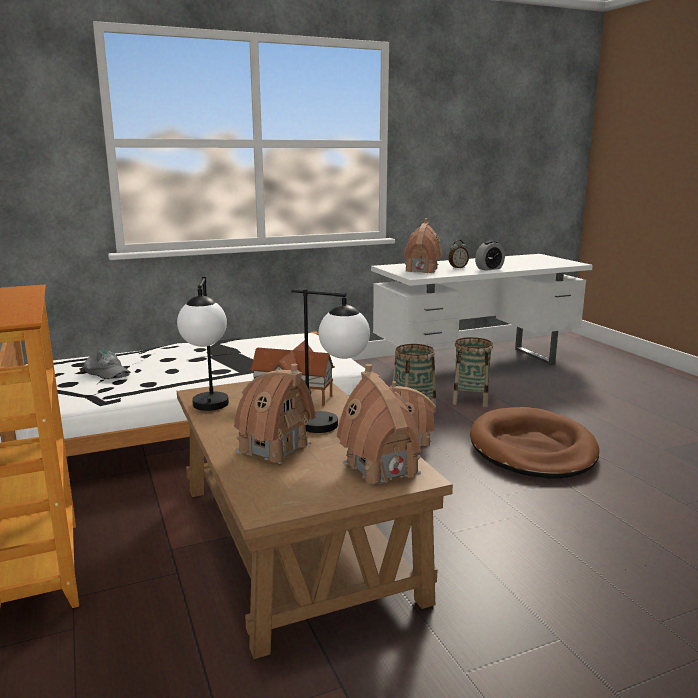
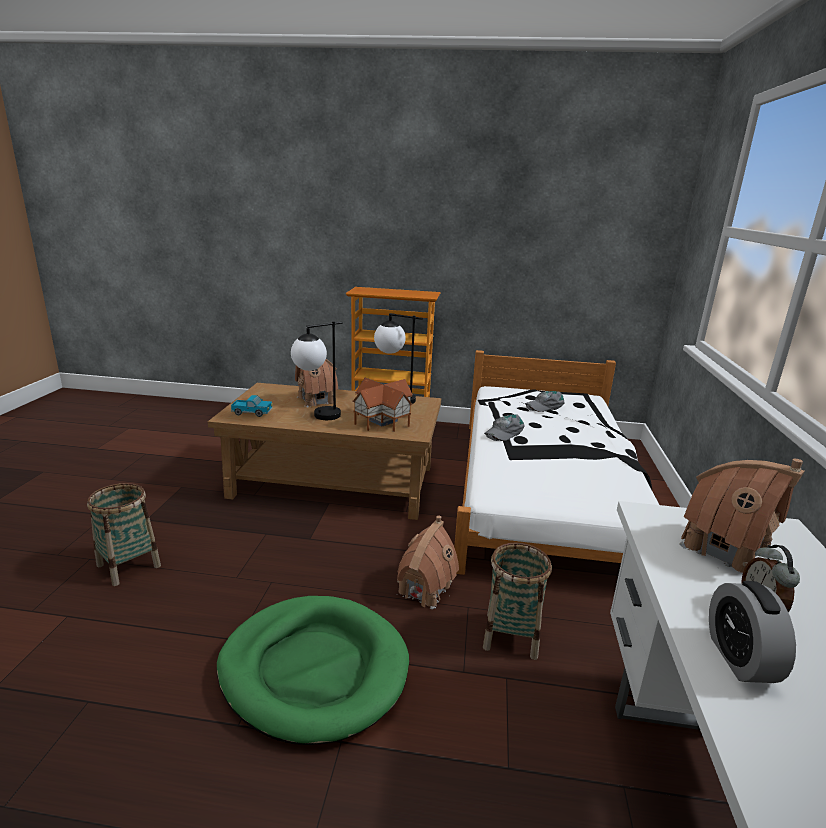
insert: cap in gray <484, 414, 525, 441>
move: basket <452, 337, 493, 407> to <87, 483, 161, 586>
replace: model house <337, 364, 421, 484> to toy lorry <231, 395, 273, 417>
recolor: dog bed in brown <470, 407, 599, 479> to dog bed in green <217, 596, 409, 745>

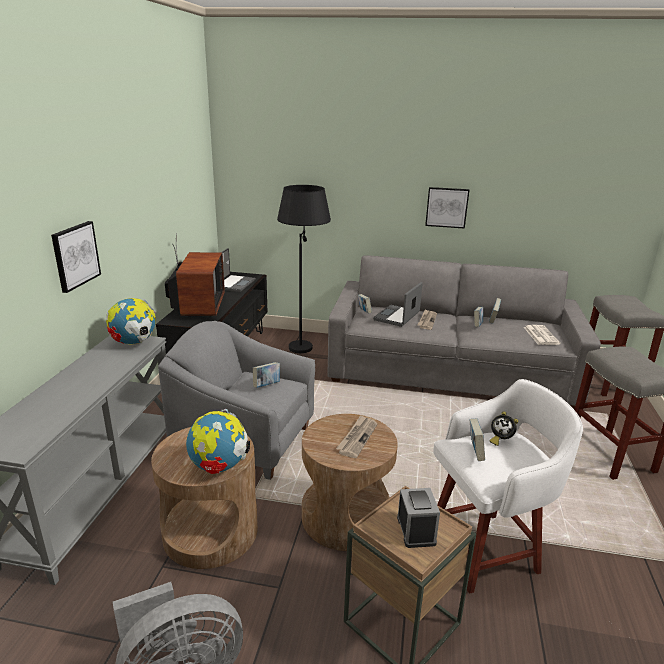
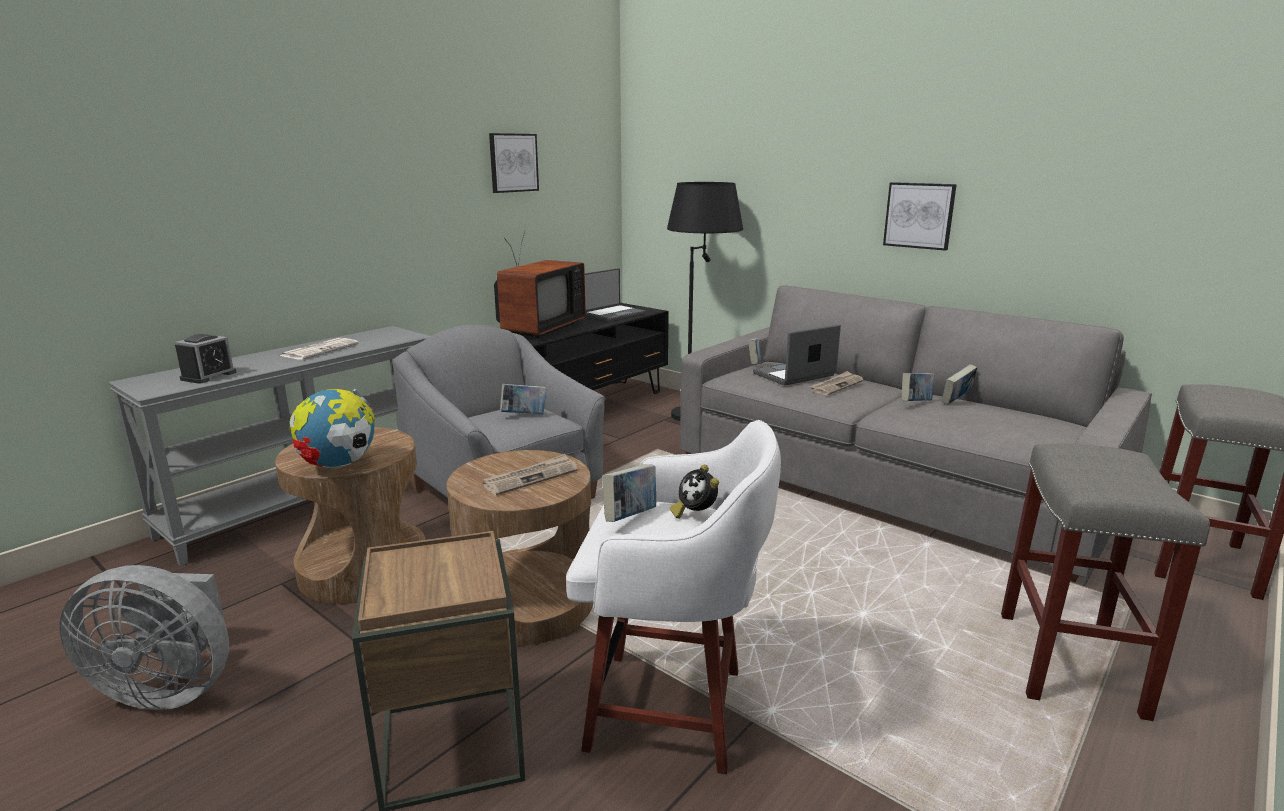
delete: desk globe <106, 298, 156, 345>
move: table clock <397, 488, 440, 548> to <175, 334, 237, 384>; daily paper <524, 325, 560, 345> to <280, 338, 359, 360>; wall picture <51, 221, 101, 293> to <489, 133, 539, 193>

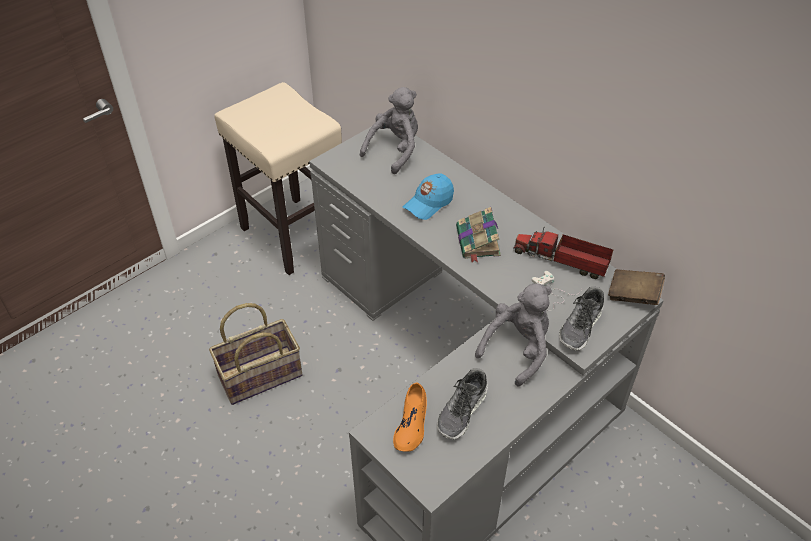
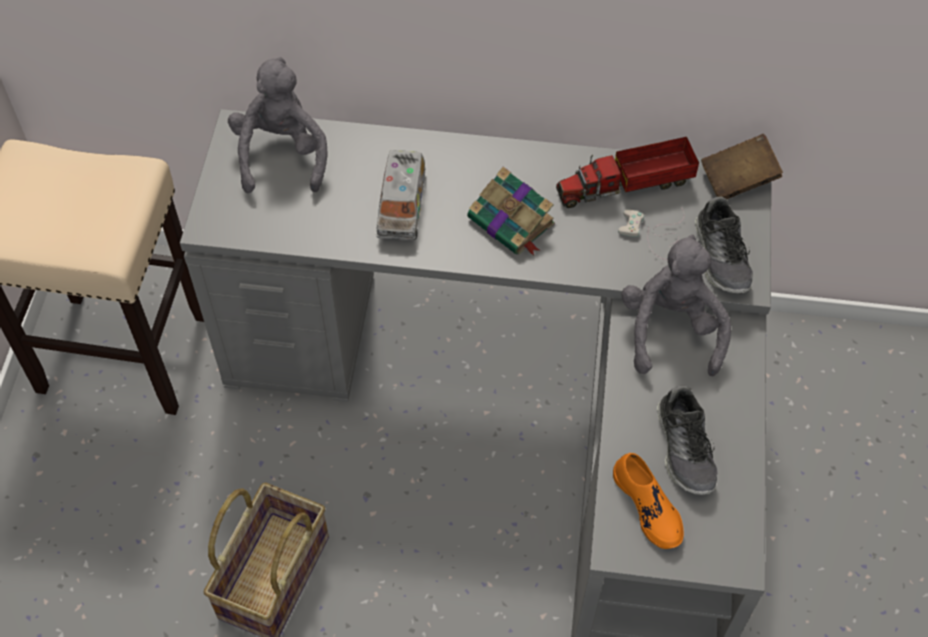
replace: cap in bluish <403, 173, 454, 220> to toy lorry <376, 150, 426, 240>

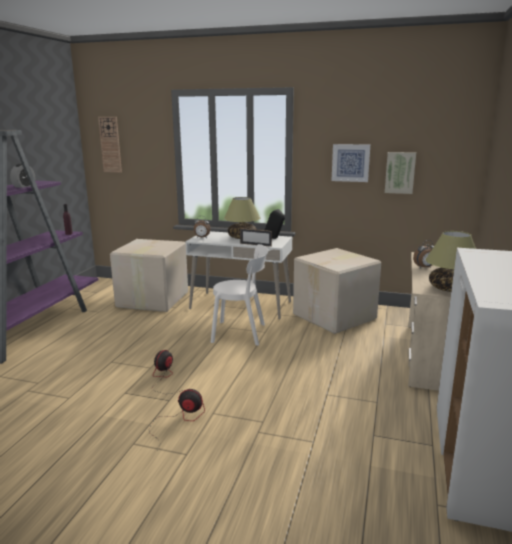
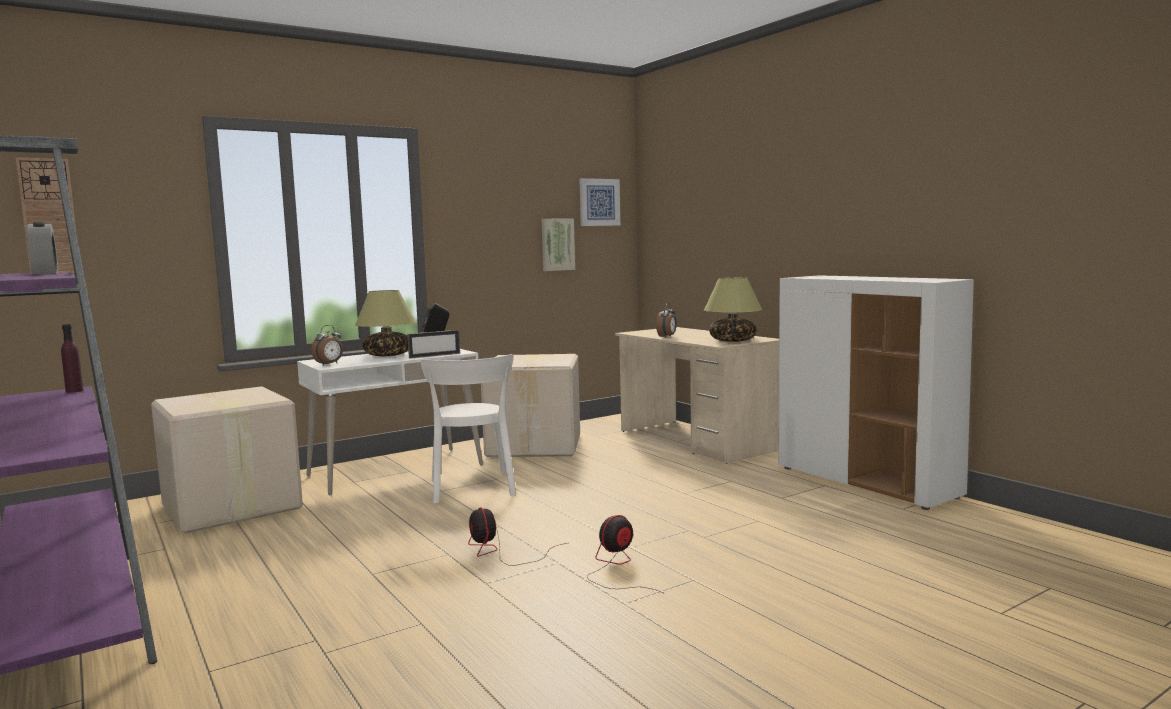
move: wall picture <332, 144, 370, 182> to <580, 178, 620, 226>
rotate: upright chair in whitish <211, 244, 268, 346> = <421, 354, 516, 503> 120 degrees clockwise

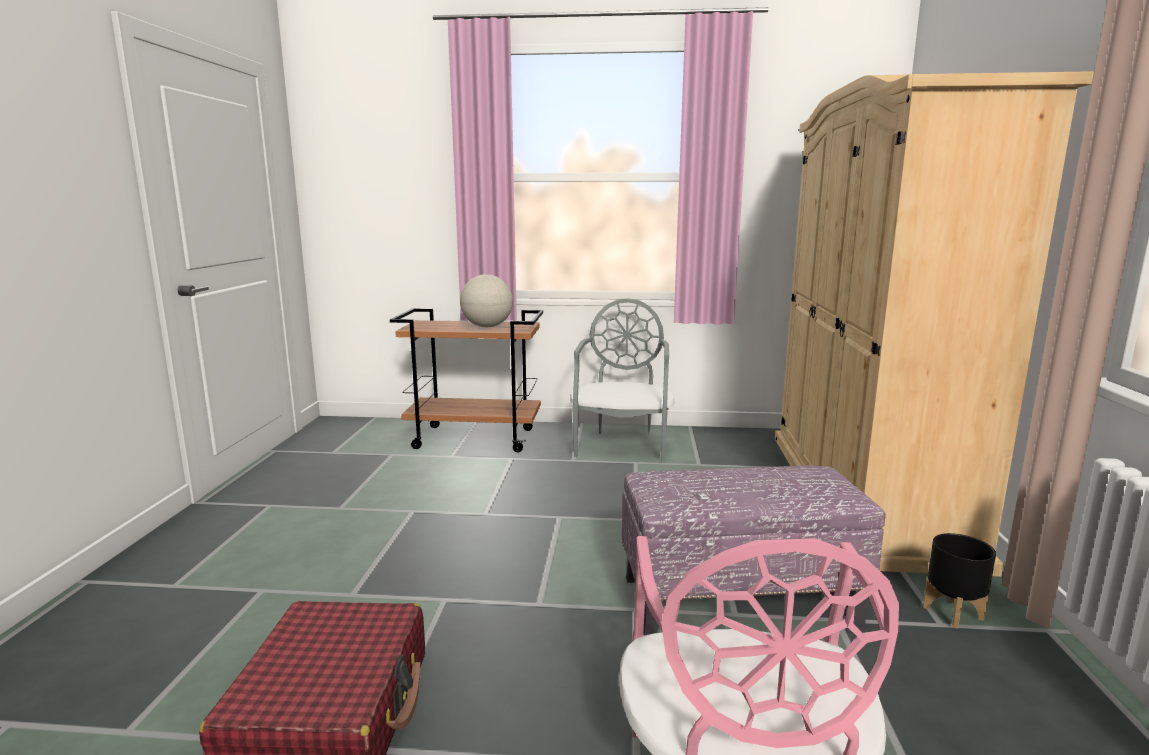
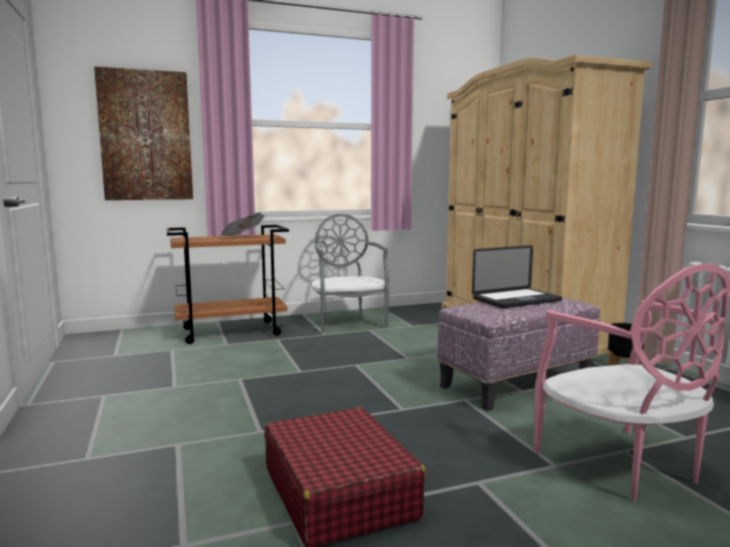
insert: wall picture <94, 66, 193, 200>; portable computer <472, 245, 562, 308>
replace: desk globe <460, 274, 513, 327> to daily paper <220, 213, 265, 236>

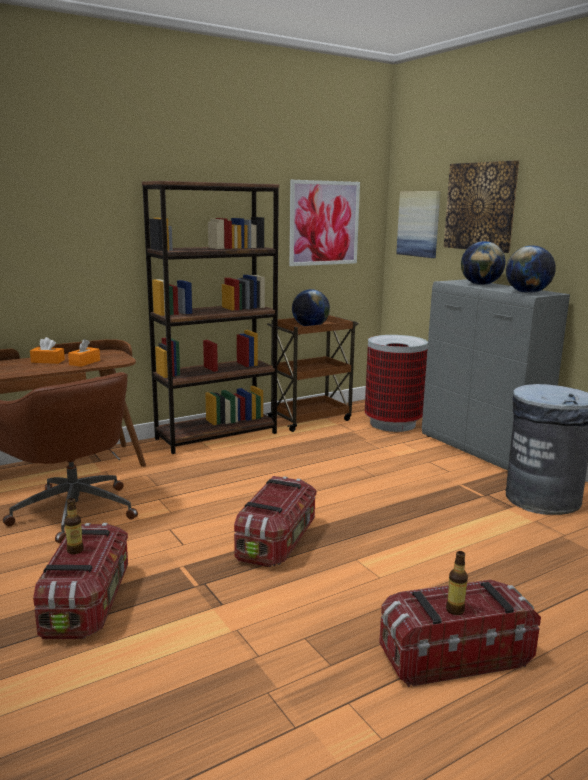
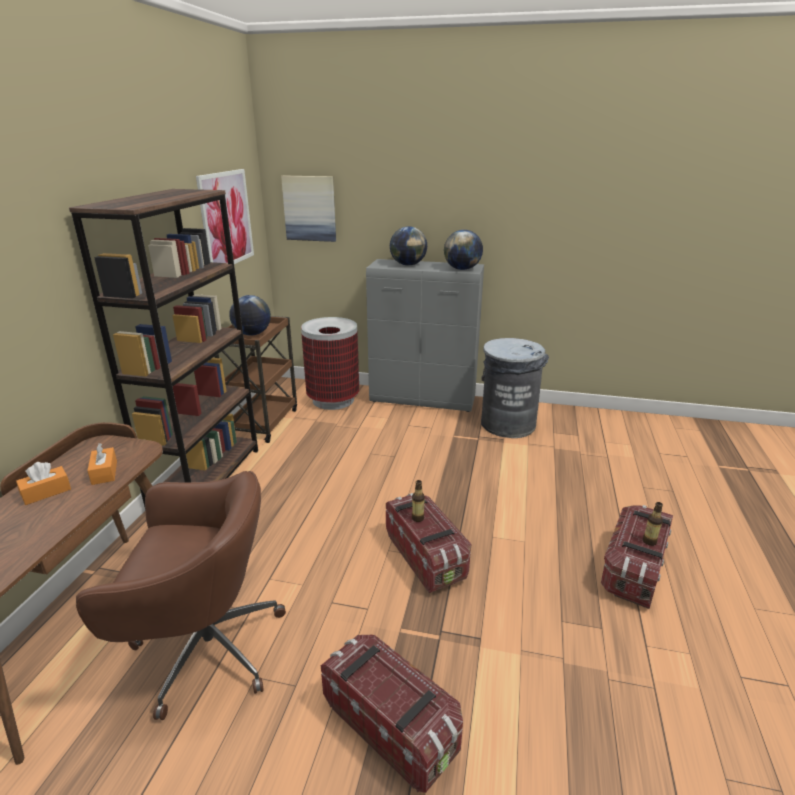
delete: wall picture <444, 160, 519, 253>
move: bottle <64, 498, 84, 554> to <412, 480, 425, 522>

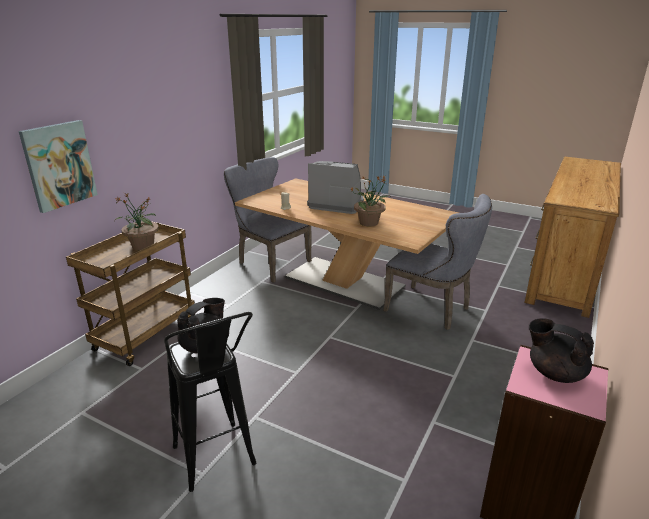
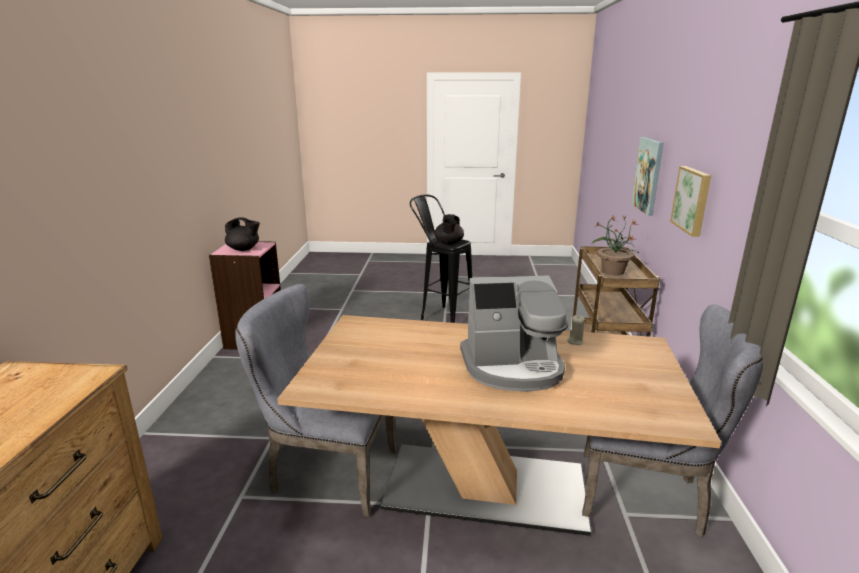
delete: houseplant <351, 176, 389, 226>
insert: wall picture <670, 166, 711, 237>

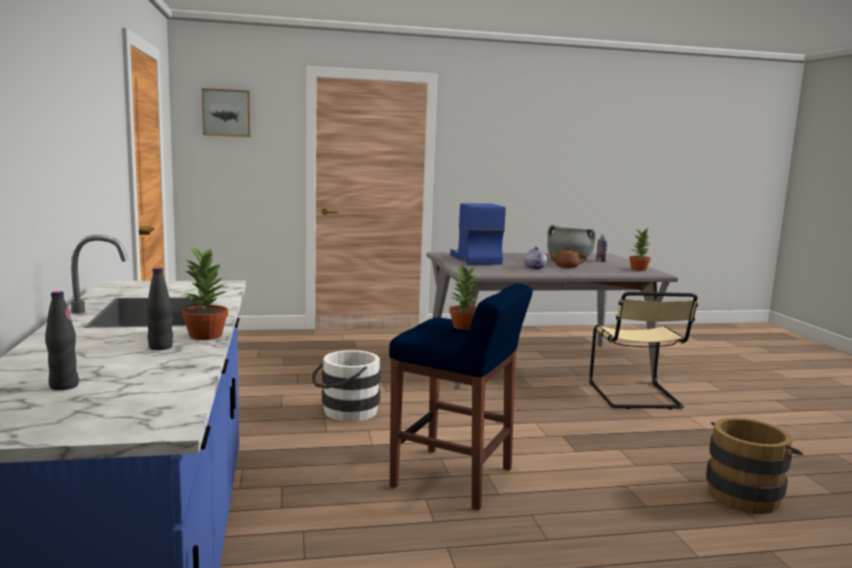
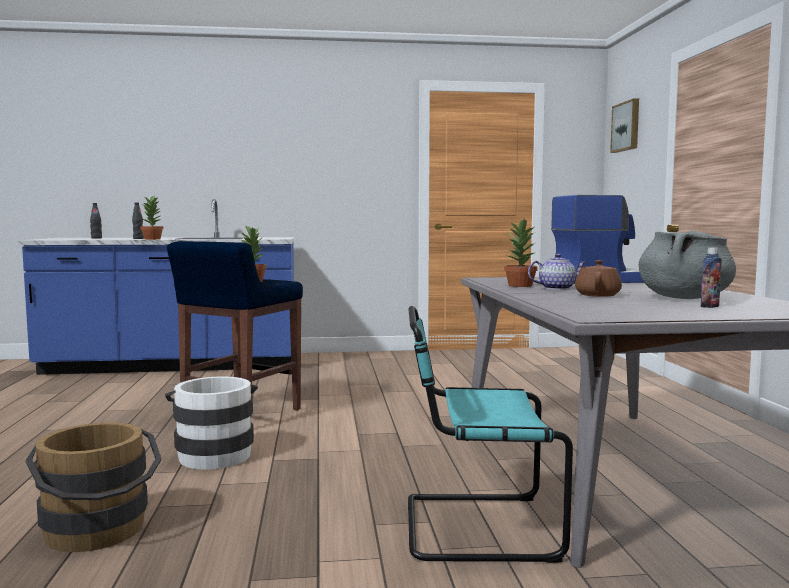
move: pail in whitish <312, 350, 381, 422> to <165, 376, 258, 470>; houseplant <629, 228, 651, 271> to <504, 218, 538, 287>
recolor: upright chair in beige-coloured <589, 292, 698, 409> to upright chair in turquoise-coloured <408, 306, 573, 563>

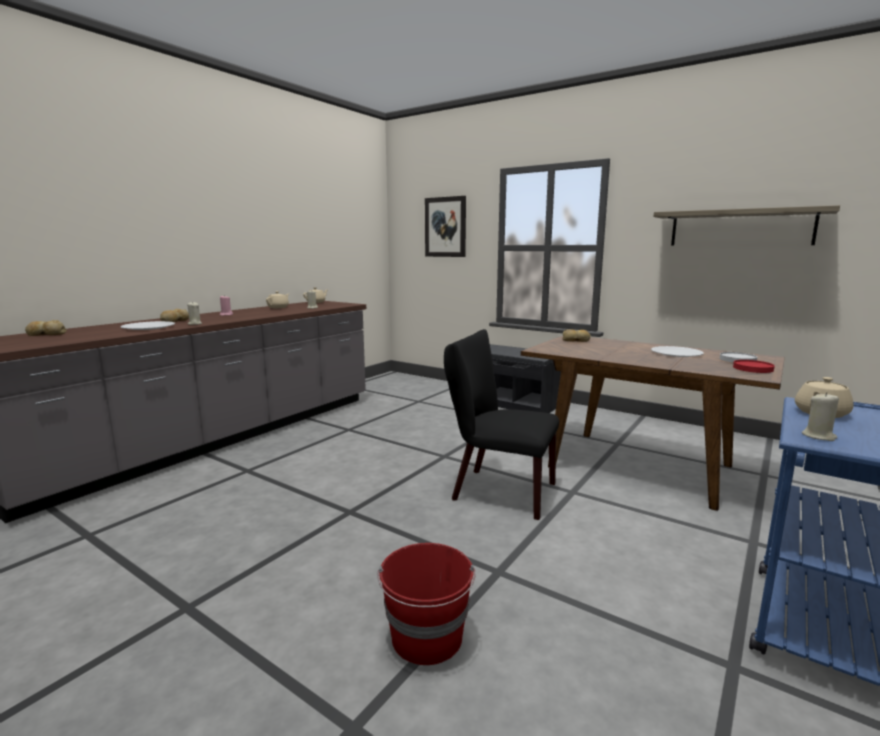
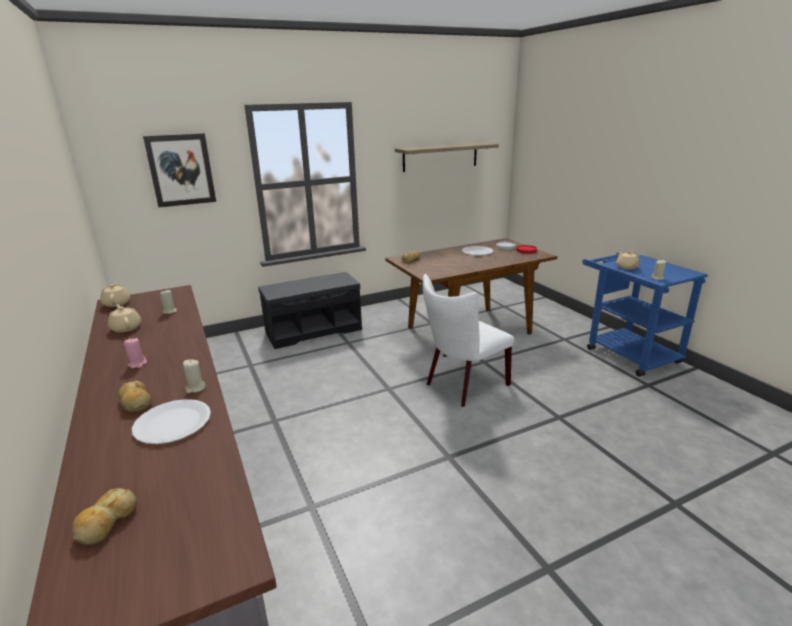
delete: pail in reddish <377, 543, 475, 665>
recolor: upright chair in black <444, 329, 559, 520> to upright chair in whitish <423, 274, 514, 407>

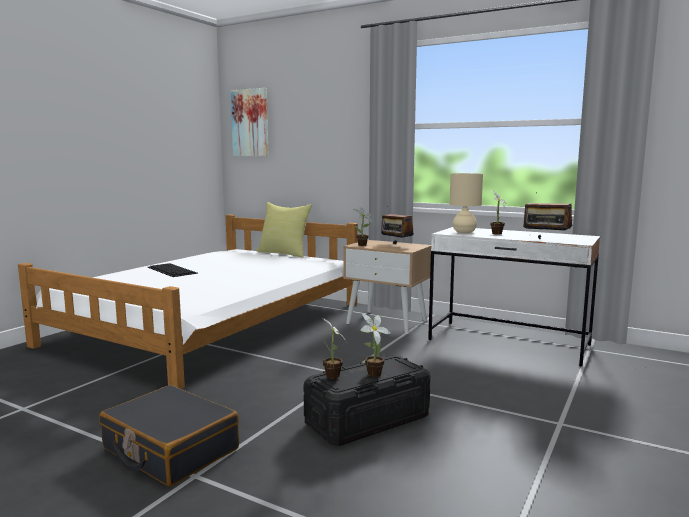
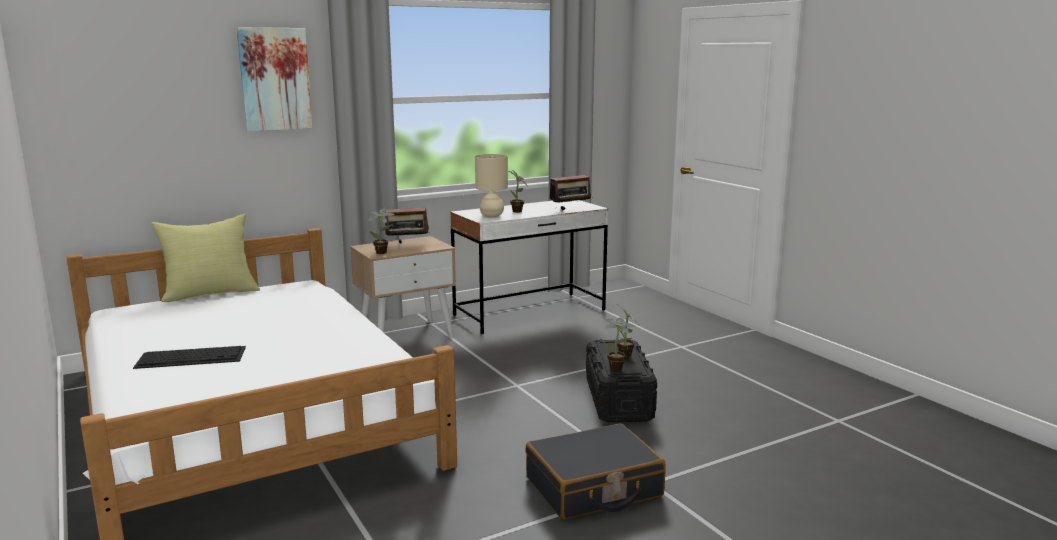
move: wall picture <231, 88, 268, 156> to <236, 27, 313, 132>

